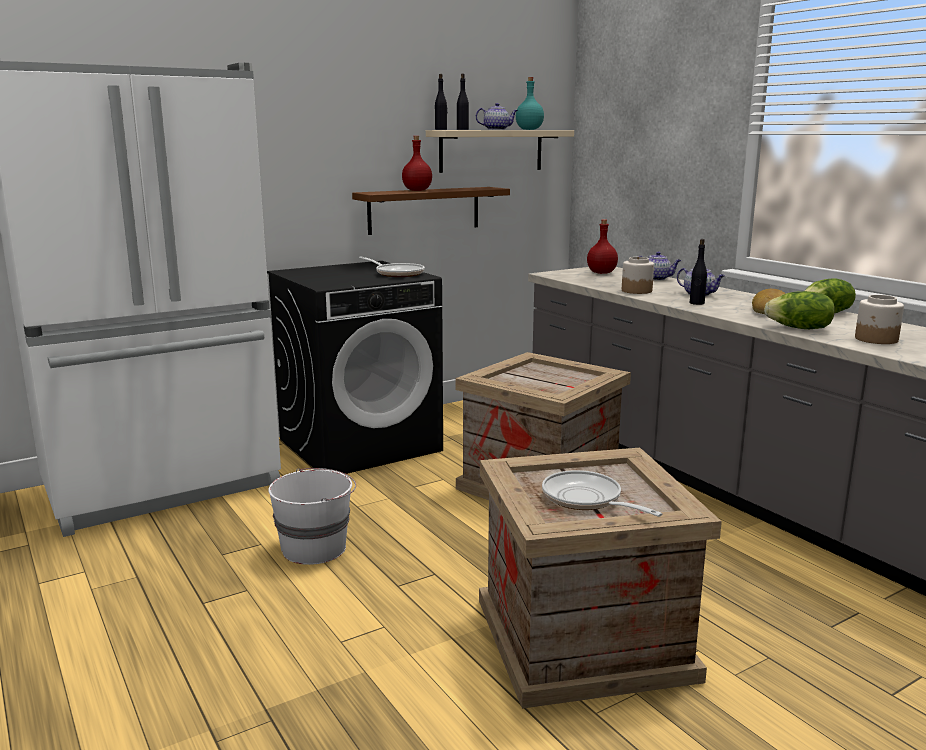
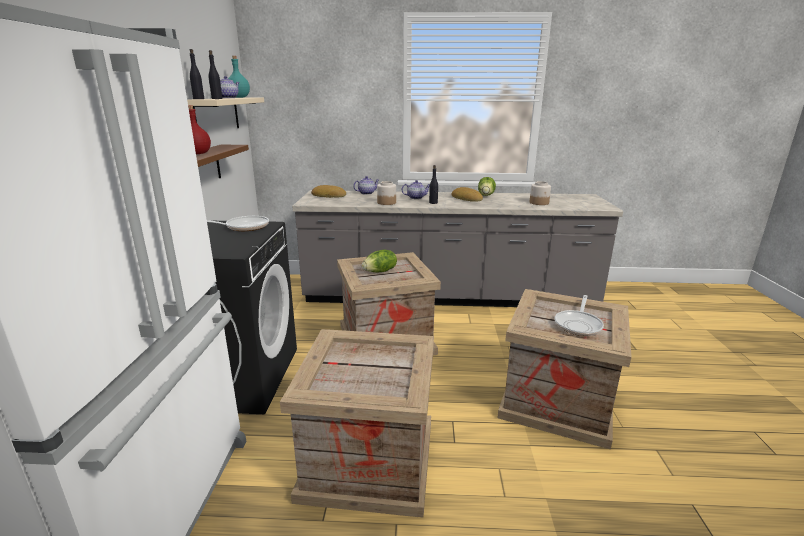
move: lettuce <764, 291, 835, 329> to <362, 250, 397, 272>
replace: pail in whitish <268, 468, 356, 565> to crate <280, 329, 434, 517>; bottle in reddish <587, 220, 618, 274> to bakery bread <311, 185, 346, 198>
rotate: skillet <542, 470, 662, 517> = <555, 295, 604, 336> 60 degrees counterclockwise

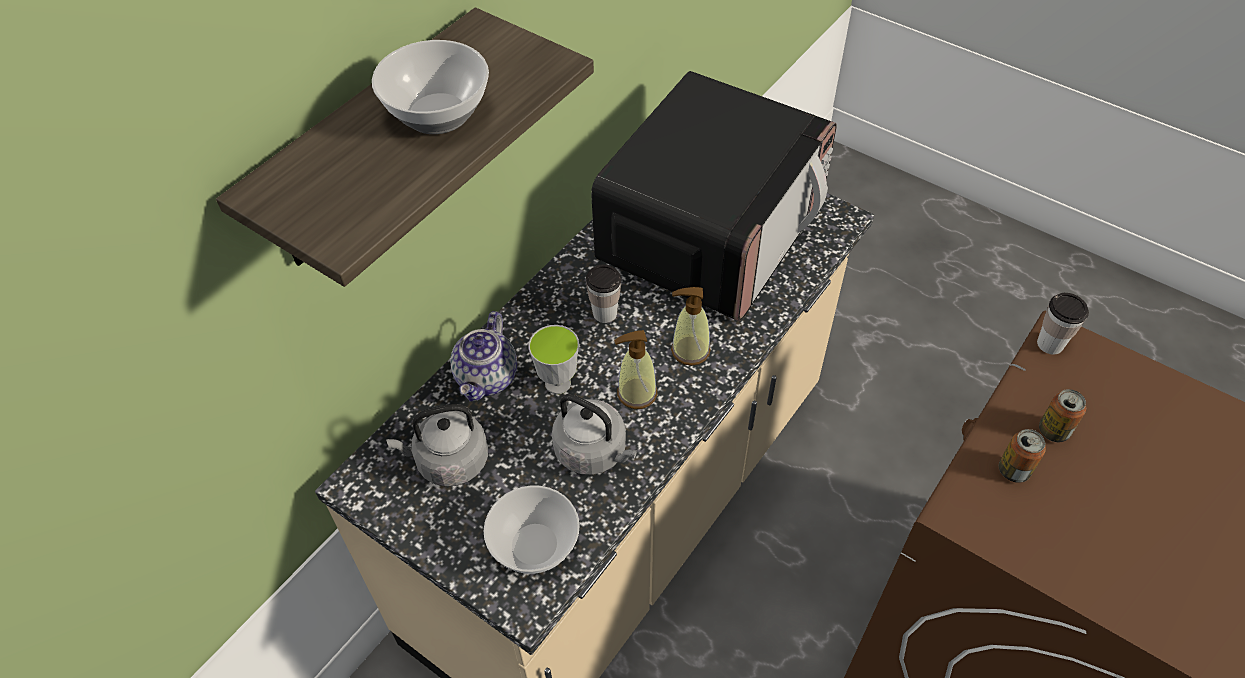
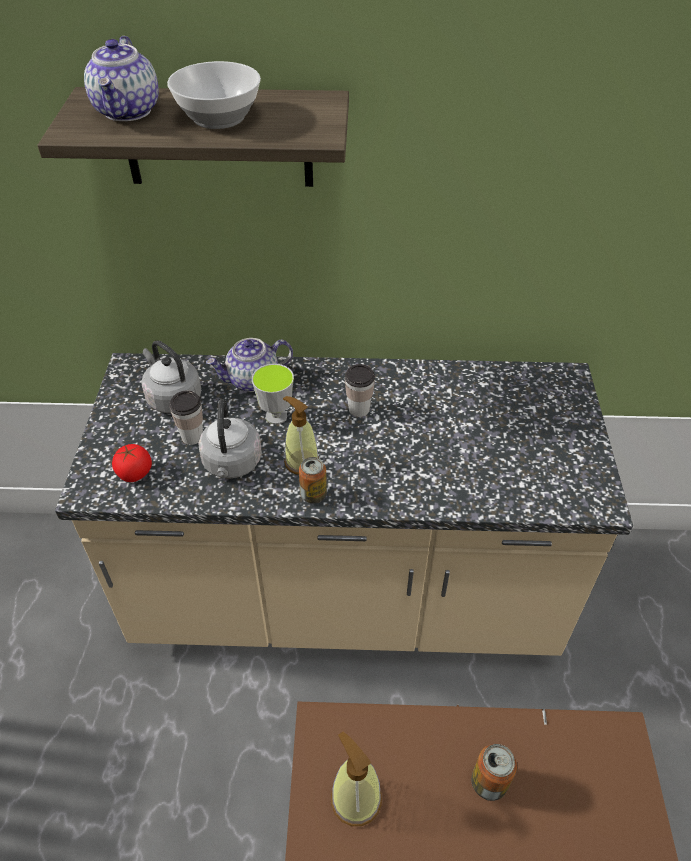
delete: kitchen microwave <591, 71, 837, 321>
insert: teapot <84, 36, 159, 121>
move: drinking cup <1037, 293, 1089, 354> to <169, 391, 203, 445>; can <999, 429, 1046, 483> to <299, 457, 327, 504>; soap bottle <671, 287, 711, 366> to <331, 732, 382, 826>
replace: deep dish <484, 485, 580, 574> to tomato <112, 444, 152, 482>

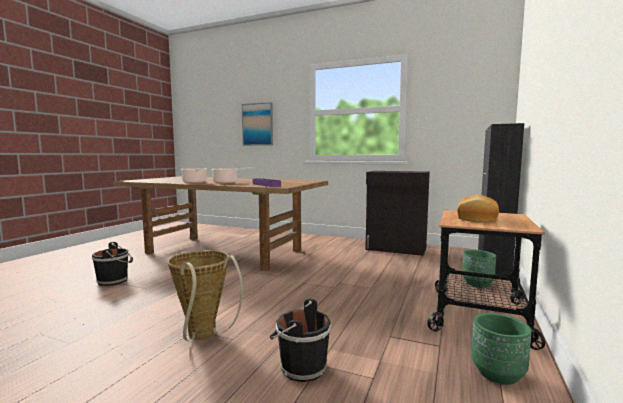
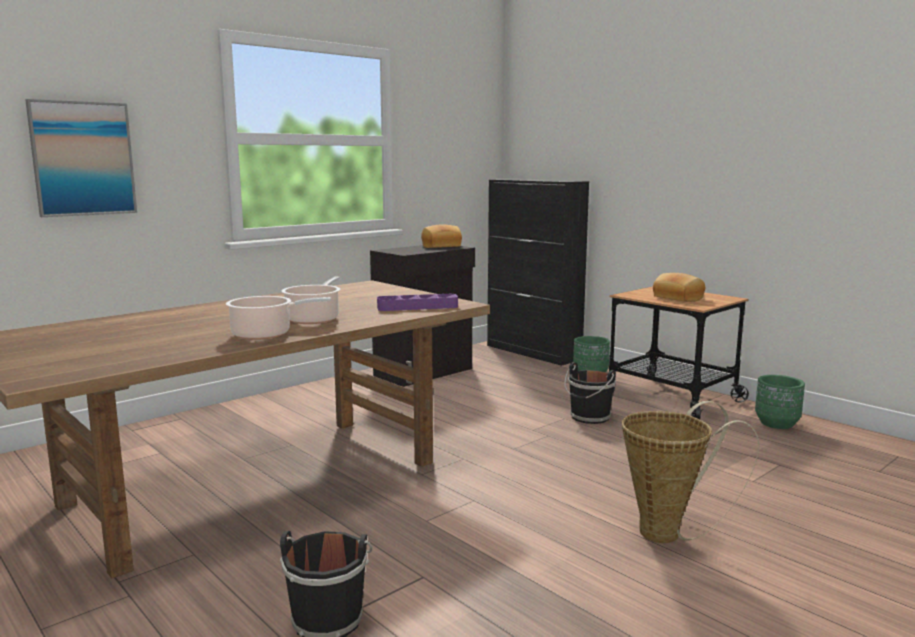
insert: bakery bread <421, 224, 462, 248>
move: pail in black <270, 298, 331, 382> to <564, 362, 616, 424>

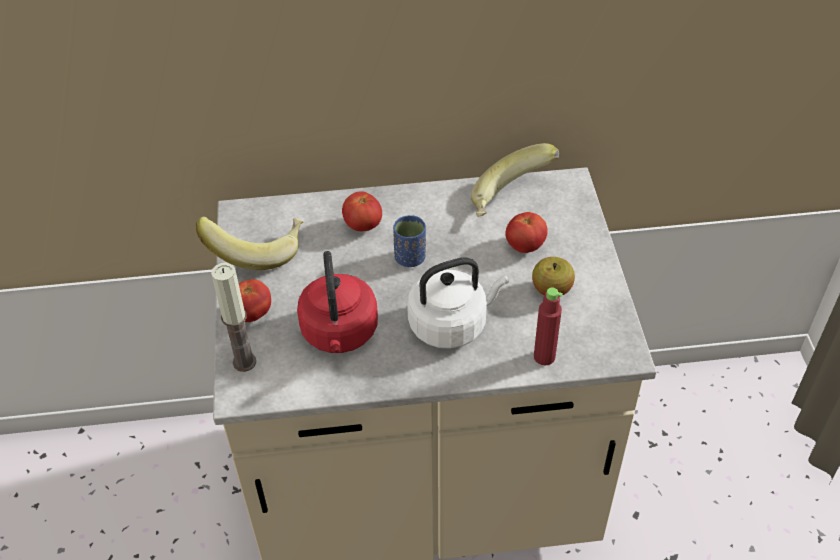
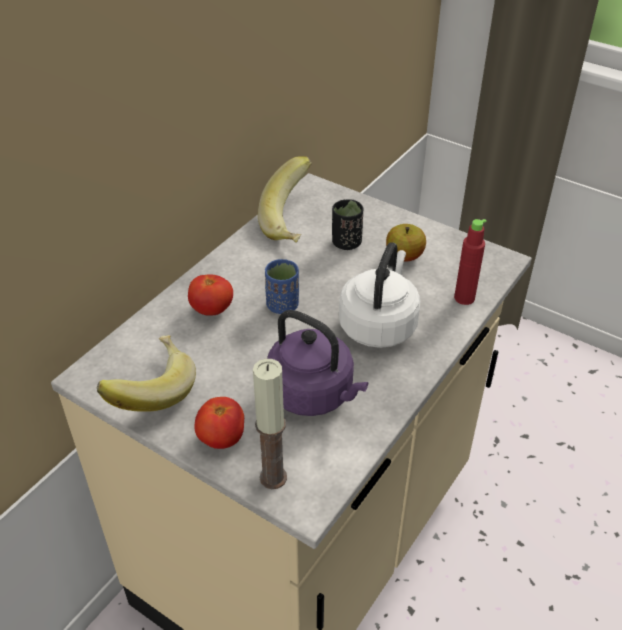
replace: tomato <505, 212, 548, 253> to drinking cup in black <332, 199, 363, 250>
recolor: tea kettle in reddish <297, 251, 378, 353> to tea kettle in purple-coloured <267, 310, 368, 416>

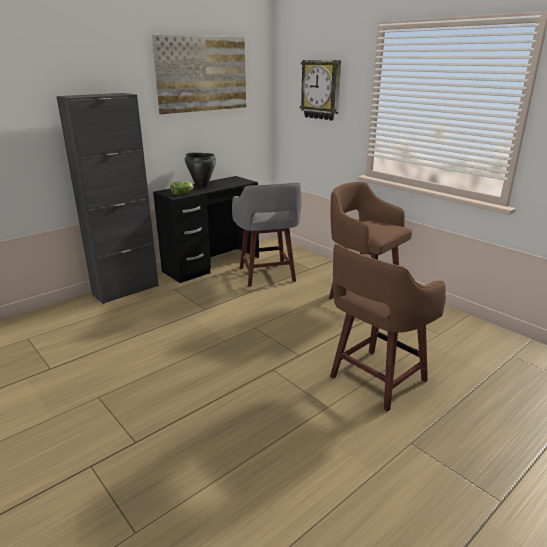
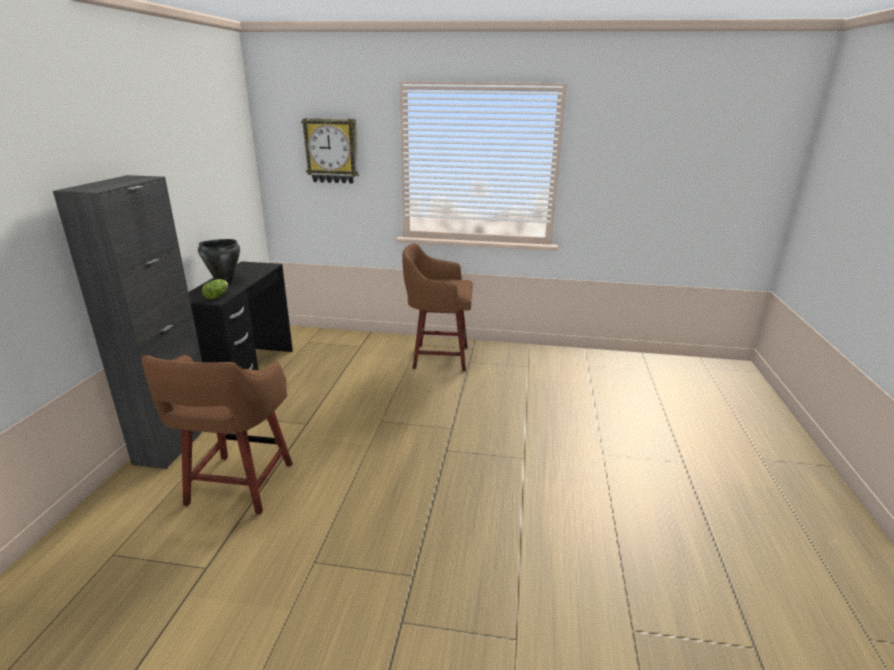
delete: wall picture <152, 35, 246, 114>; sitting stool in gray <232, 182, 302, 287>
move: sitting stool in brown <330, 244, 446, 411> to <141, 355, 293, 514>

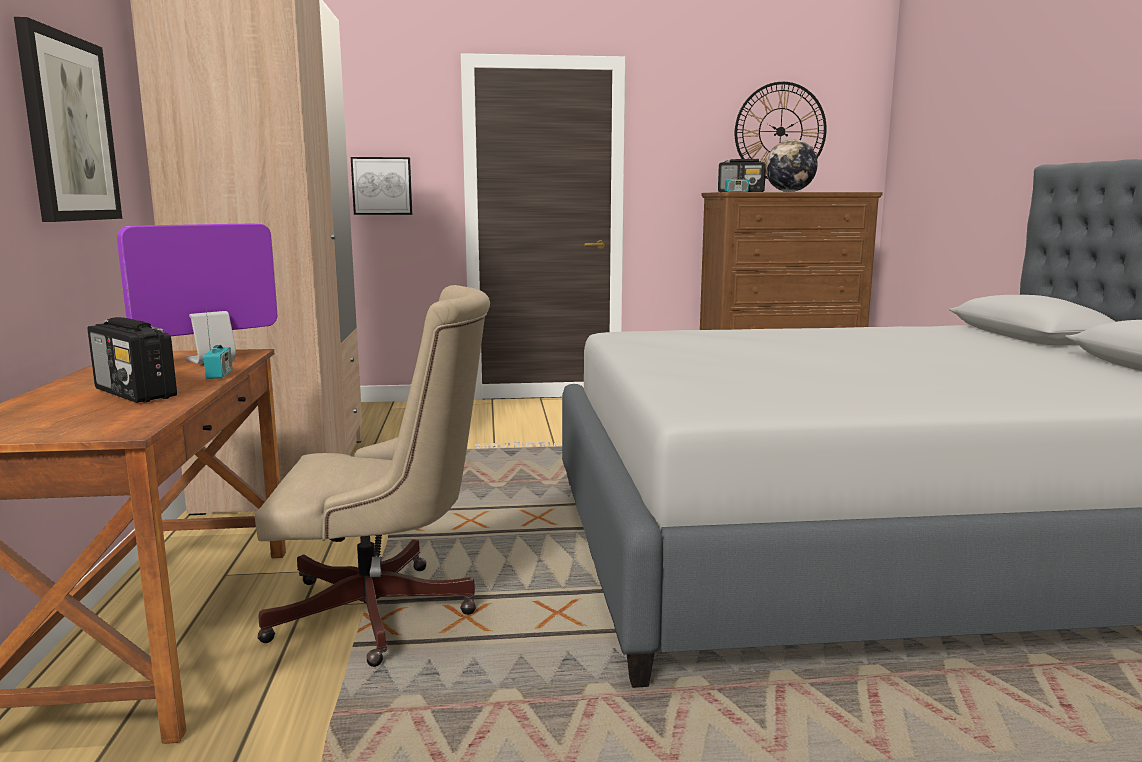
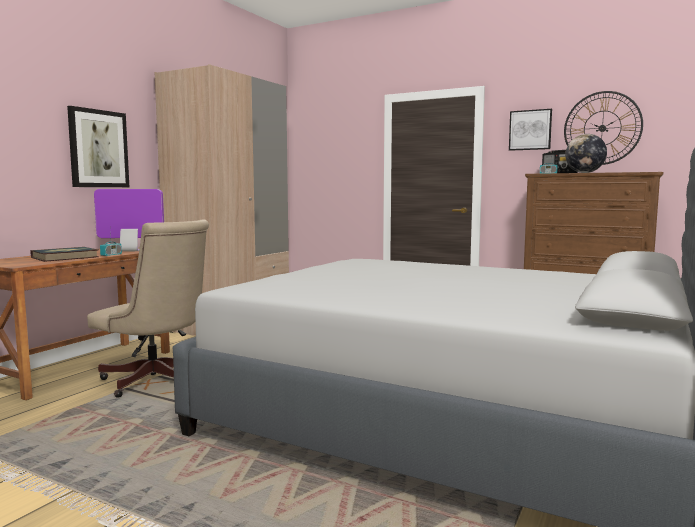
move: wall picture <351, 157, 412, 215> to <509, 109, 552, 151>
replace: radio set <88, 317, 177, 403> to volume <31, 247, 99, 262>

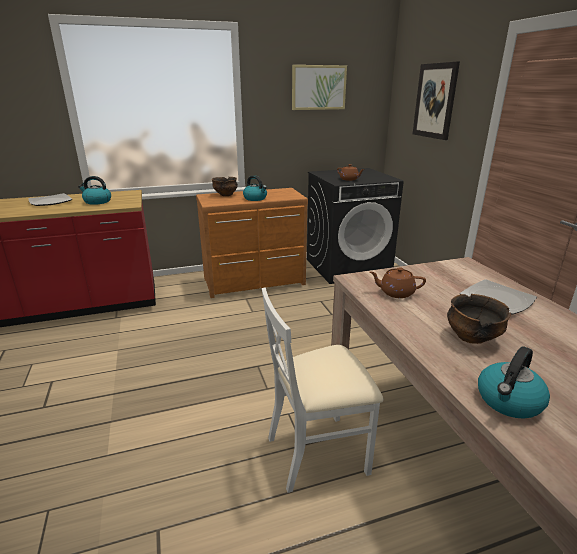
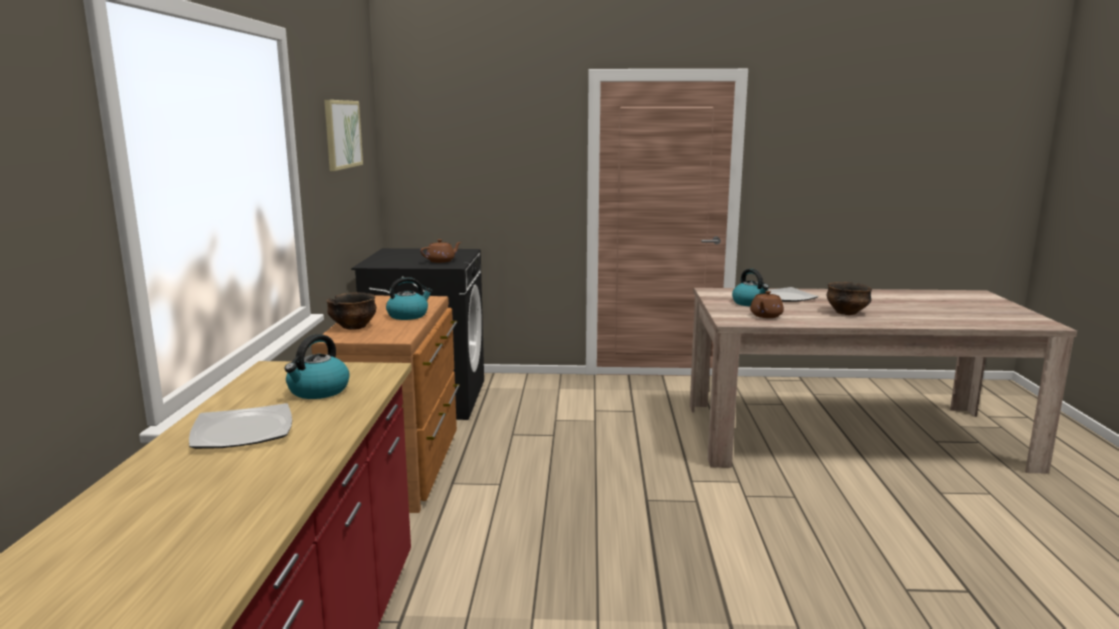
delete: upright chair in whitish <262, 288, 384, 493>; wall picture <413, 62, 460, 140>
move: tea kettle <478, 346, 550, 419> to <732, 269, 769, 306>

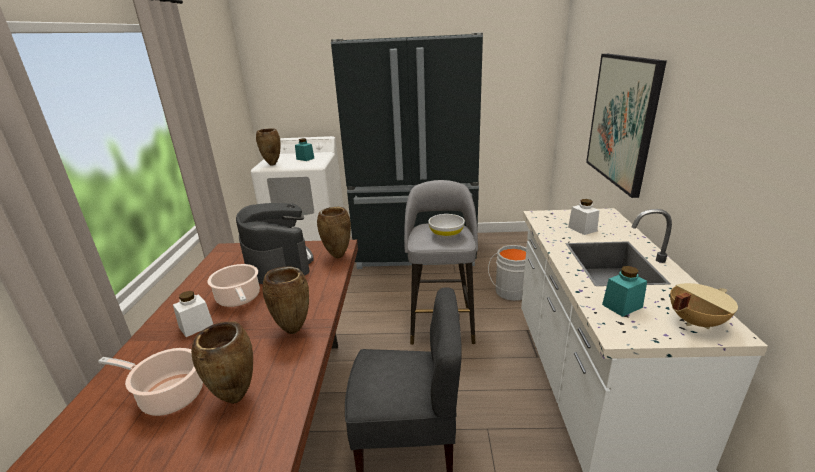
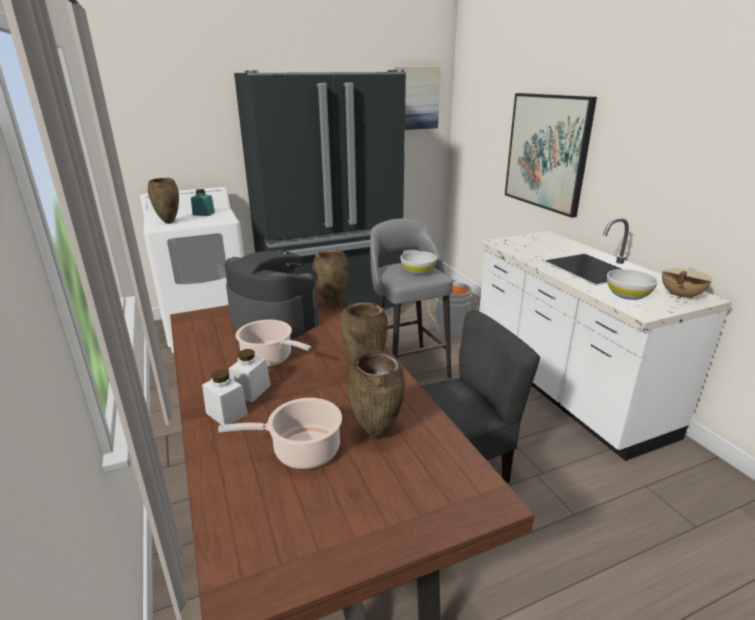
insert: wall picture <394, 67, 441, 130>
move: jar in whitish <568, 199, 599, 235> to <202, 369, 248, 425>
replace: jar in turquoise-coloured <602, 266, 647, 317> to deep dish in whitish <607, 269, 658, 300>

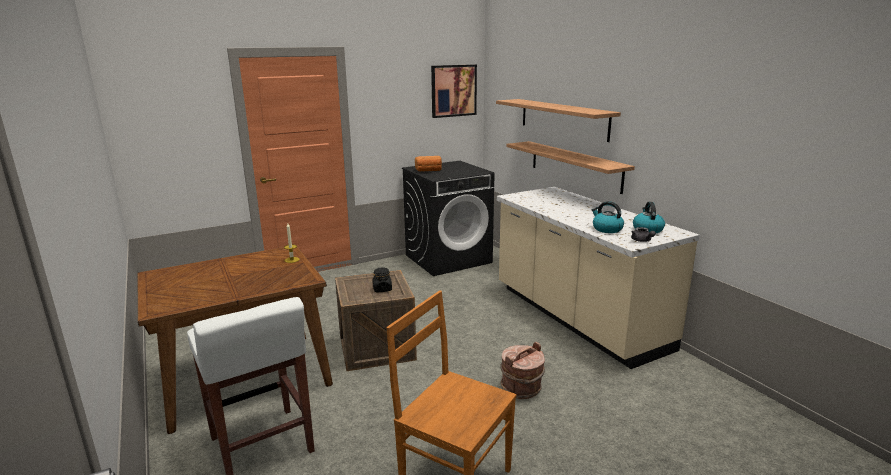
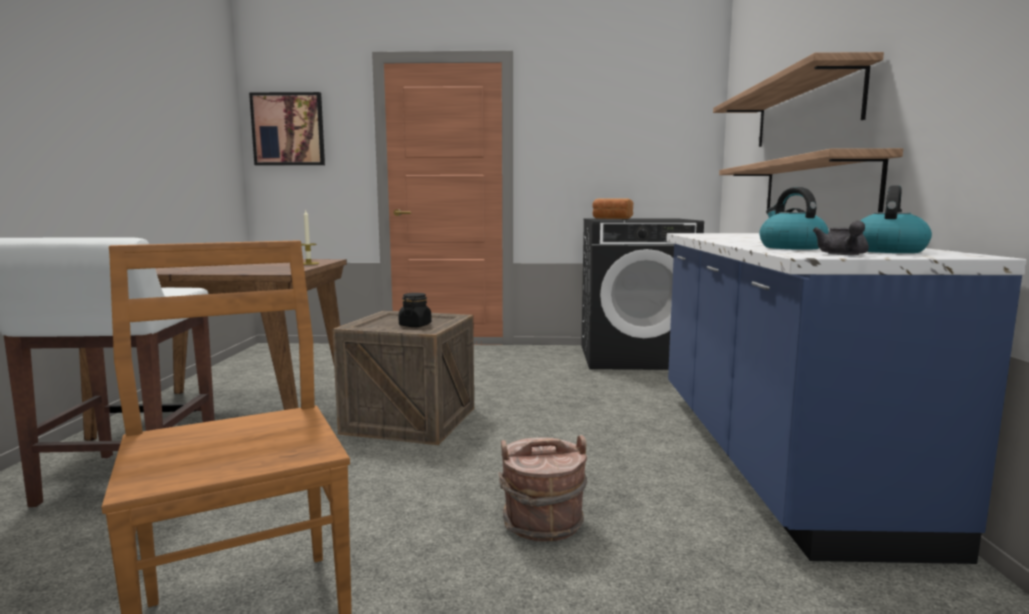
move: wall picture <431, 64, 477, 118> to <249, 92, 325, 166>
recolor: kitchen base unit in beige-coloured <497, 187, 699, 369> to kitchen base unit in bluish <666, 233, 1027, 564>

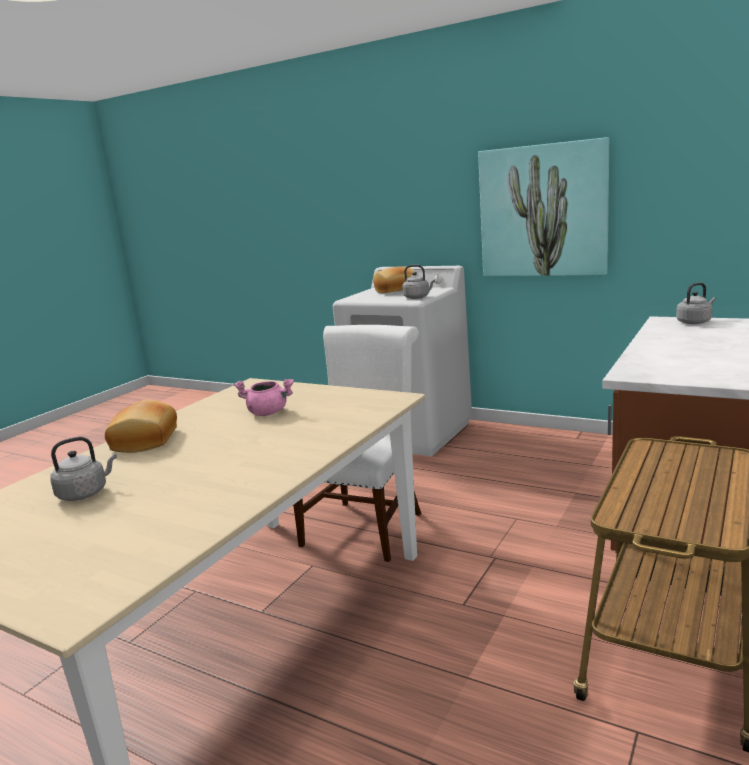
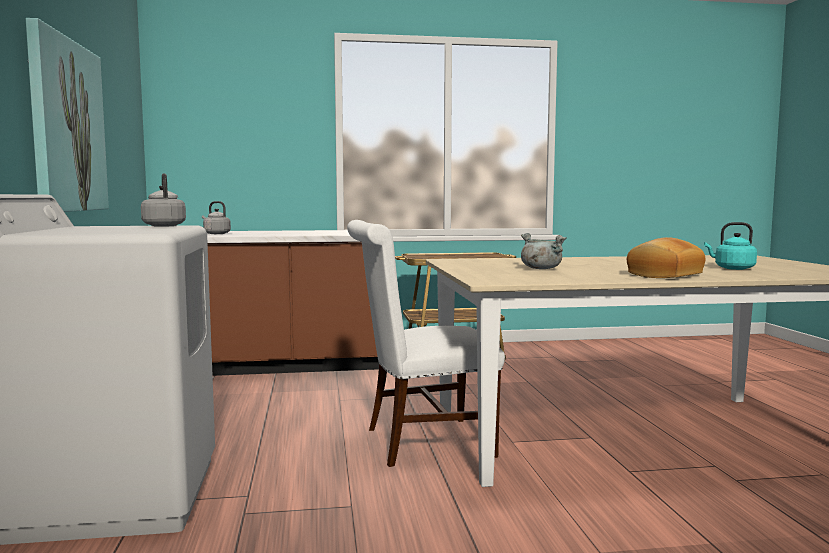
delete: bakery bread <373, 267, 414, 293>
recolor: cooking pot in pink-coloured <234, 379, 294, 416> to cooking pot in gray <521, 233, 567, 269>; tea kettle in gray <50, 437, 117, 501> to tea kettle in turquoise-coloured <704, 222, 757, 270>

